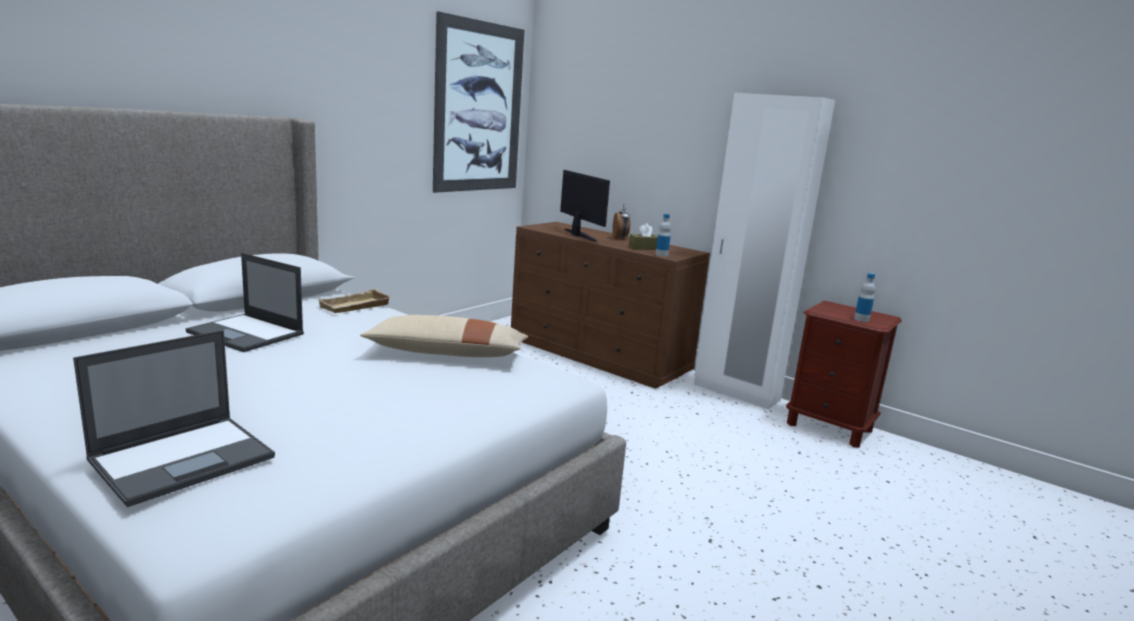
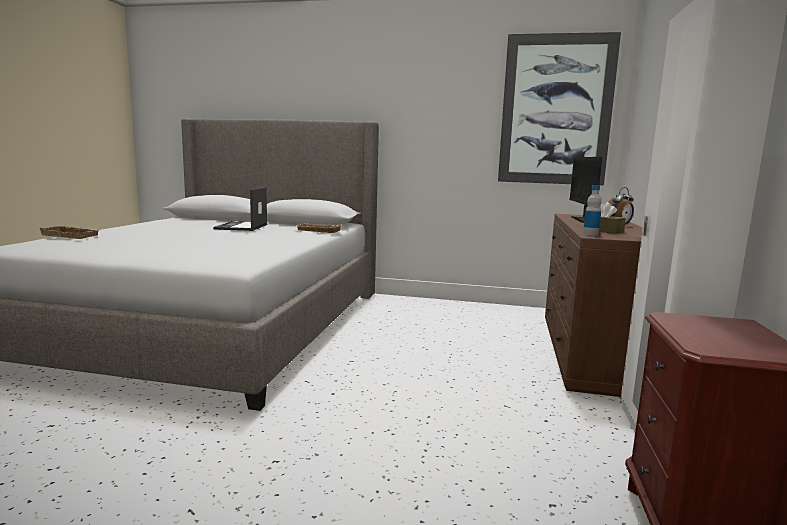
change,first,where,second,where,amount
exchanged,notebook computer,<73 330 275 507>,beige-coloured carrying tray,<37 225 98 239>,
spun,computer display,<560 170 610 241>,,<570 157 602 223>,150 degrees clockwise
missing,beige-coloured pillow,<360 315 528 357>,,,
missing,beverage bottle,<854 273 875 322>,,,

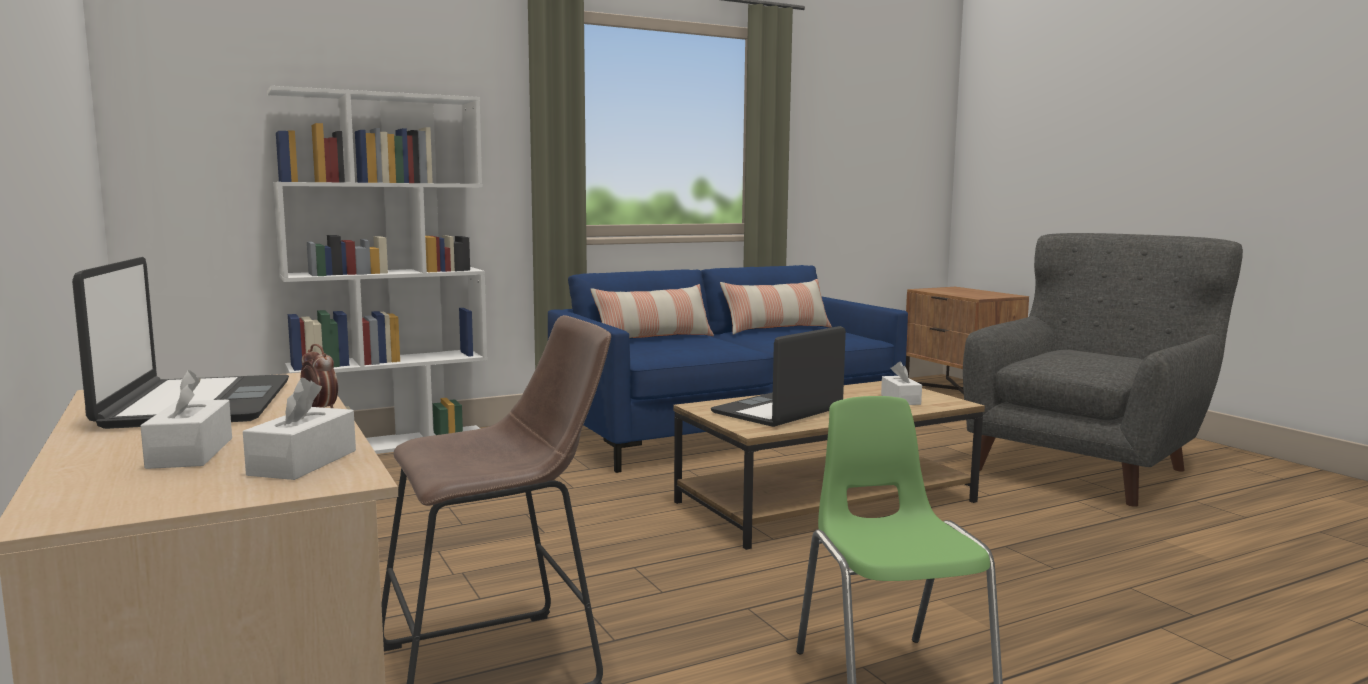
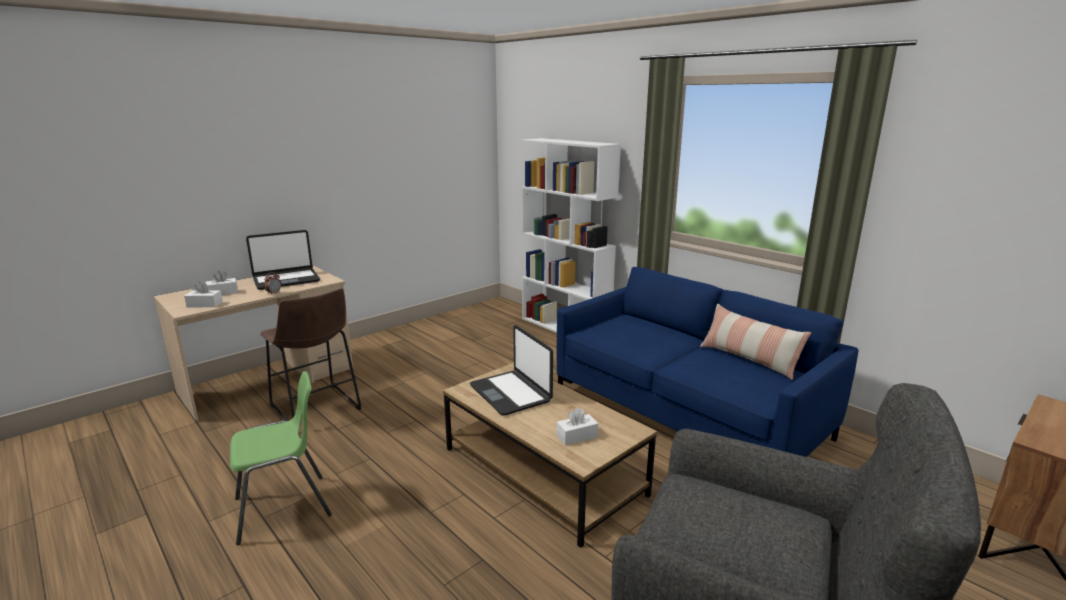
change,first,where,second,where,amount
spun,notebook computer,<711 326 846 427>,,<470 325 553 416>,150 degrees counterclockwise
missing,pillow,<591 284 714 338>,,,

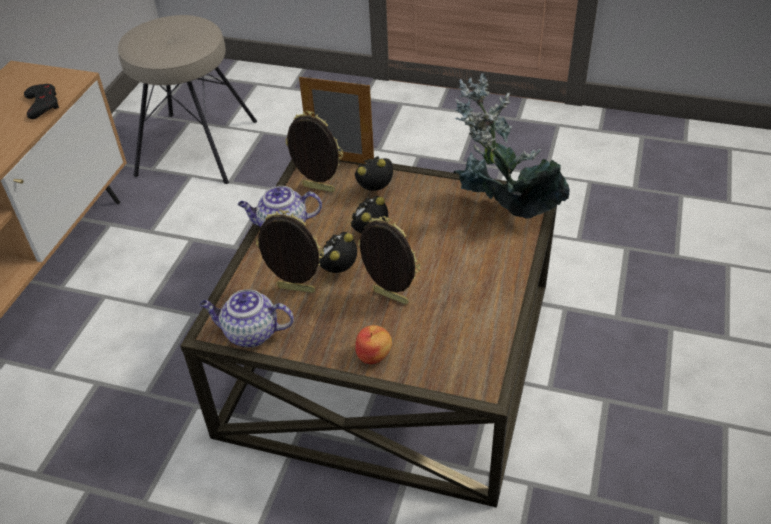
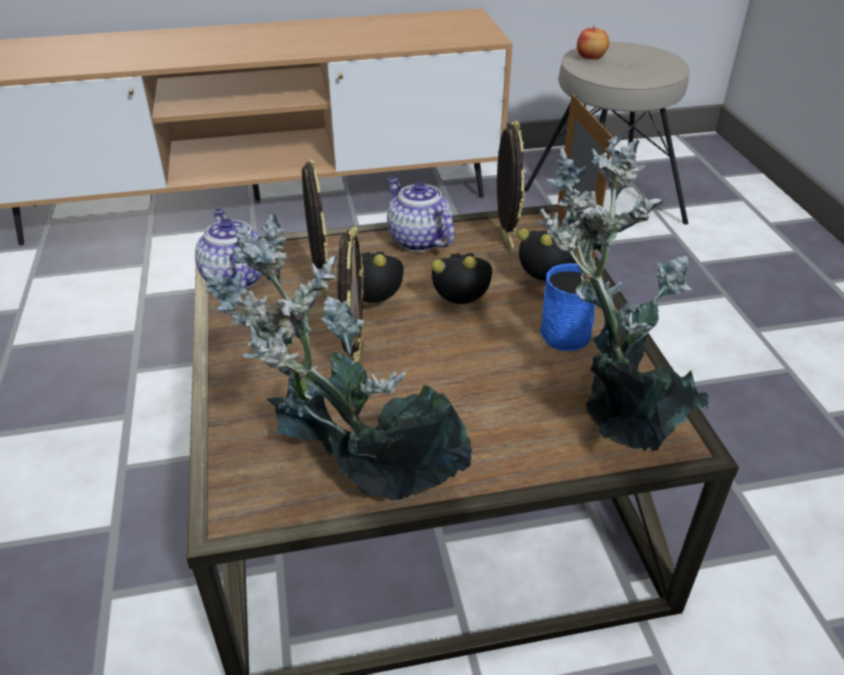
change,first,where,second,where,amount
appeared,,,plant in a pot,<202 214 472 500>,
appeared,,,blue-coloured mug,<540 263 595 351>,
relocated,apple,<355 325 392 364>,,<577 26 610 59>,
missing,blackish joypad,<24 84 59 119>,,,

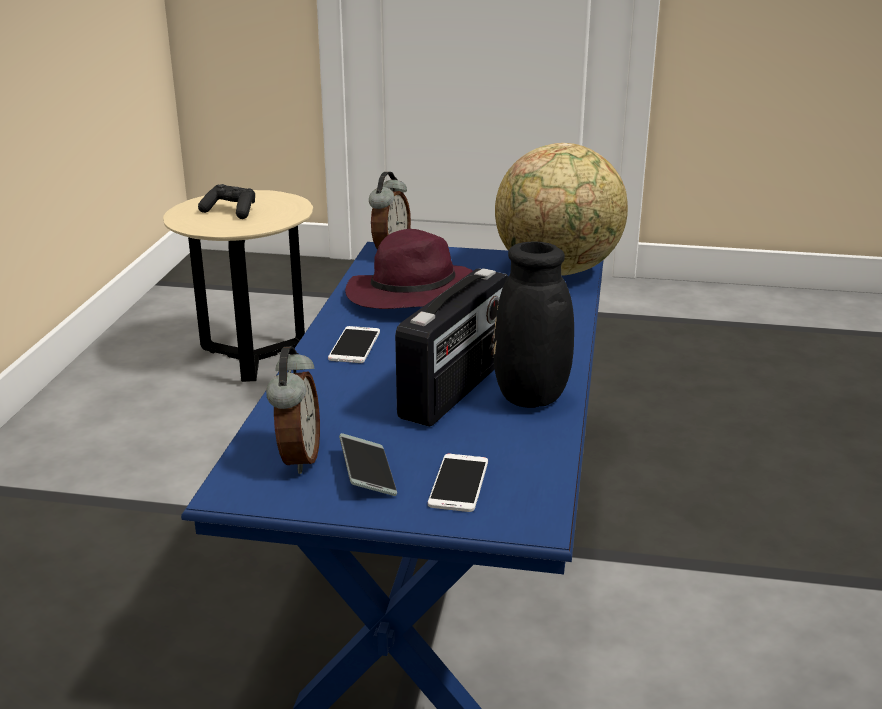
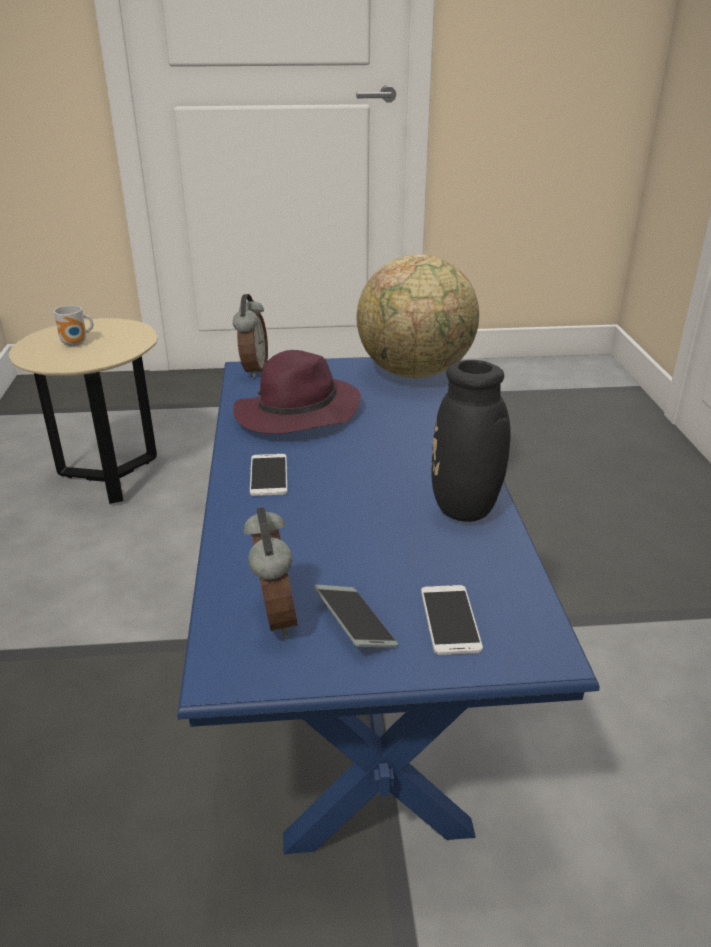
change,first,where,second,where,amount
exchanged,blackish joypad,<198 184 255 219>,mug,<53 305 93 346>,
missing,radio,<395 268 508 427>,,,

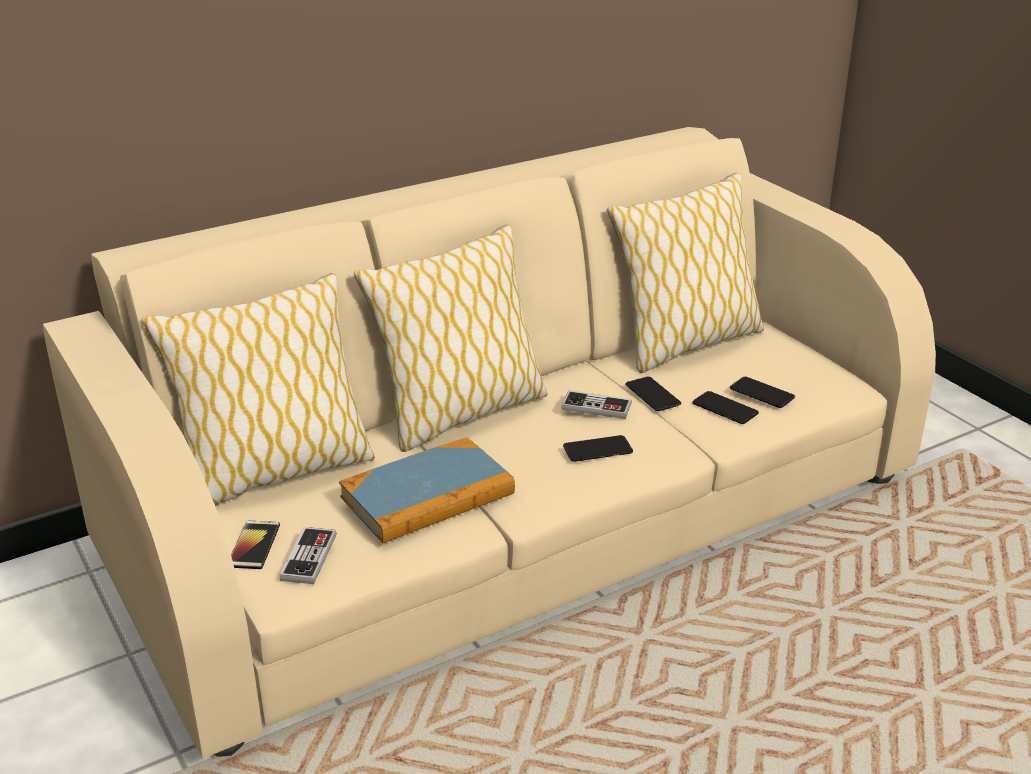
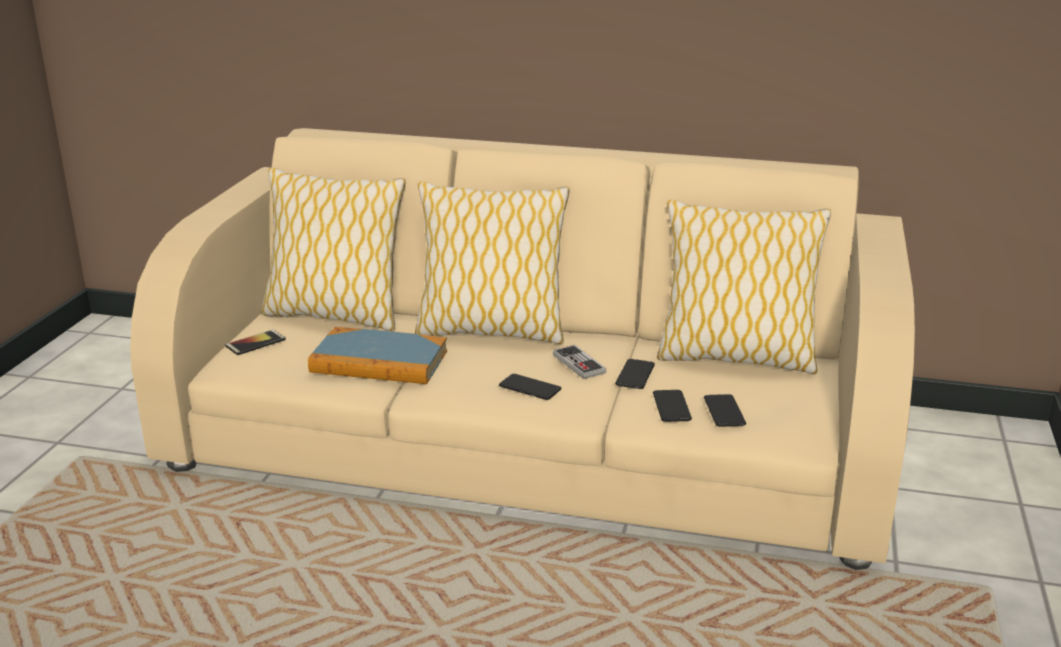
change,first,where,second,where,amount
missing,joypad,<279 527 336 584>,,,

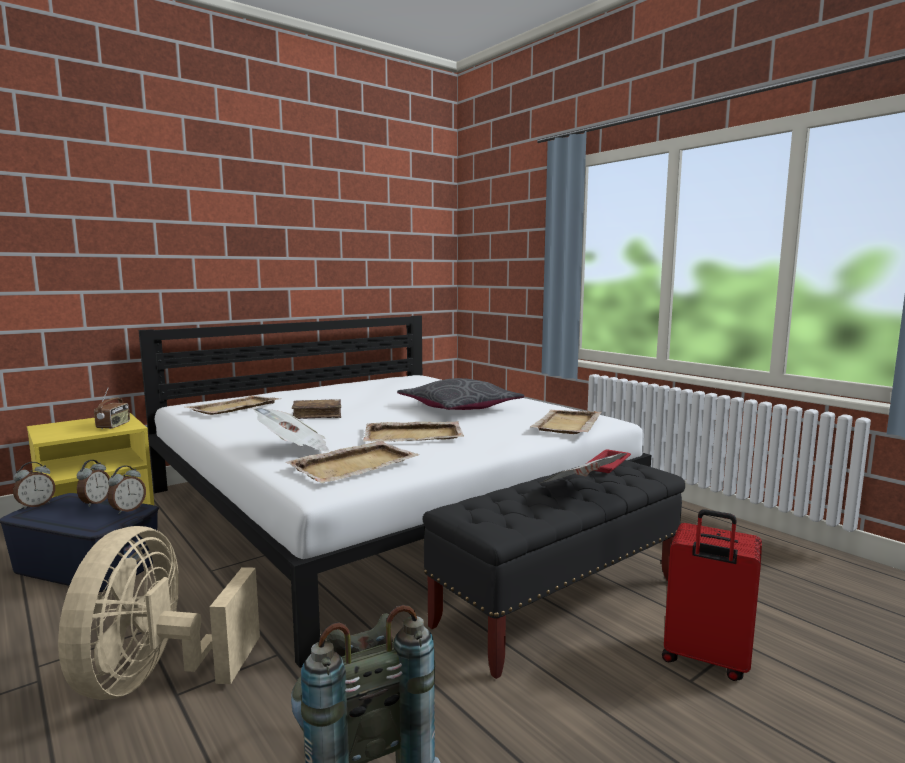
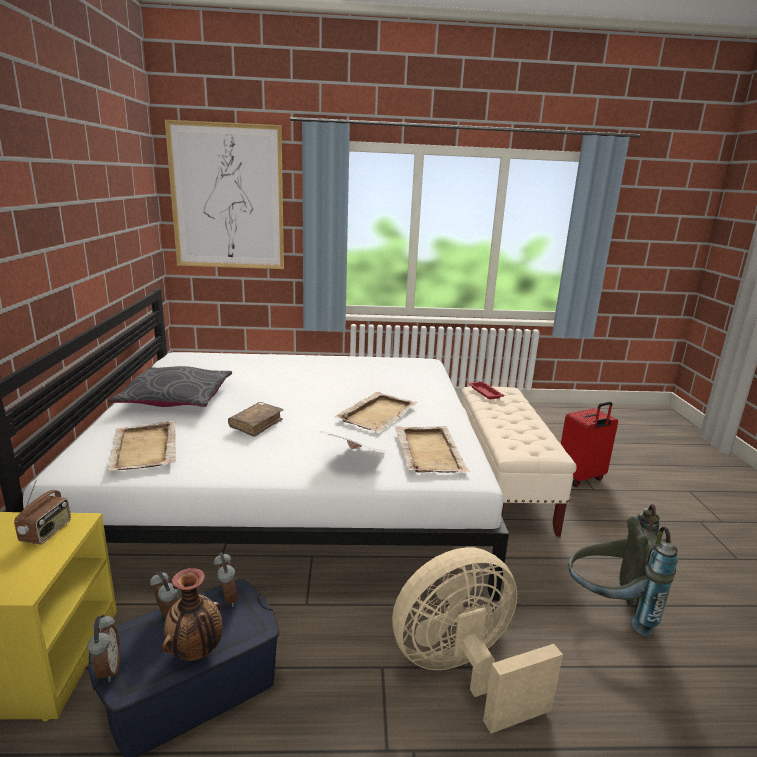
change,first,where,second,where,amount
spun,radio,<94 387 130 429>,,<14 480 71 544>,60 degrees clockwise
relocated,grey pillow,<397 378 525 410>,,<108 366 232 407>,
appeared,,,vase,<162 568 223 661>,
appeared,,,wall art,<165 120 284 269>,
spun,beige-coloured electric fan,<58 526 260 700>,,<392 547 563 733>,120 degrees clockwise
colour,blackish indoor bench,<423 460 685 679>,beige-coloured indoor bench,<462 387 577 537>,
missing,beige-coloured carrying tray,<530 410 602 434>,,,
missing,daily paper,<540 453 627 483>,,,

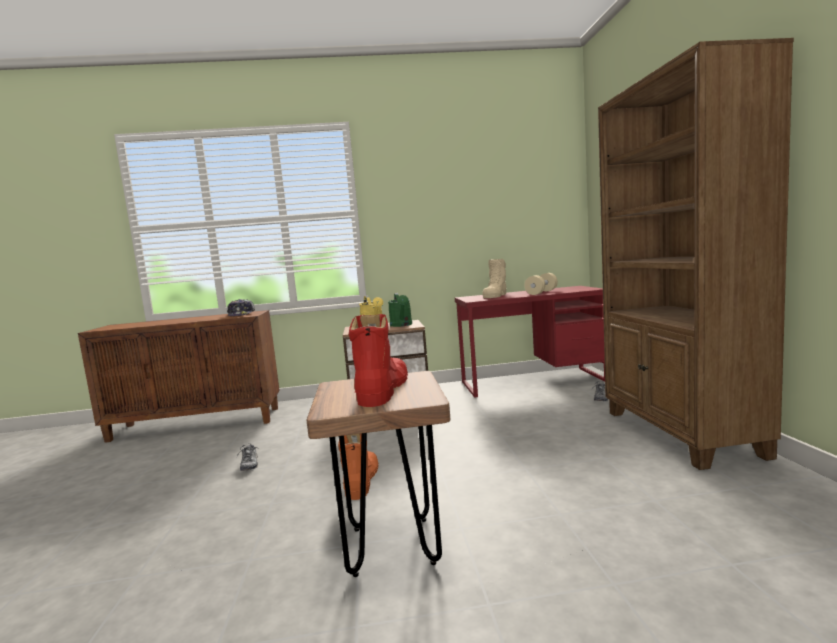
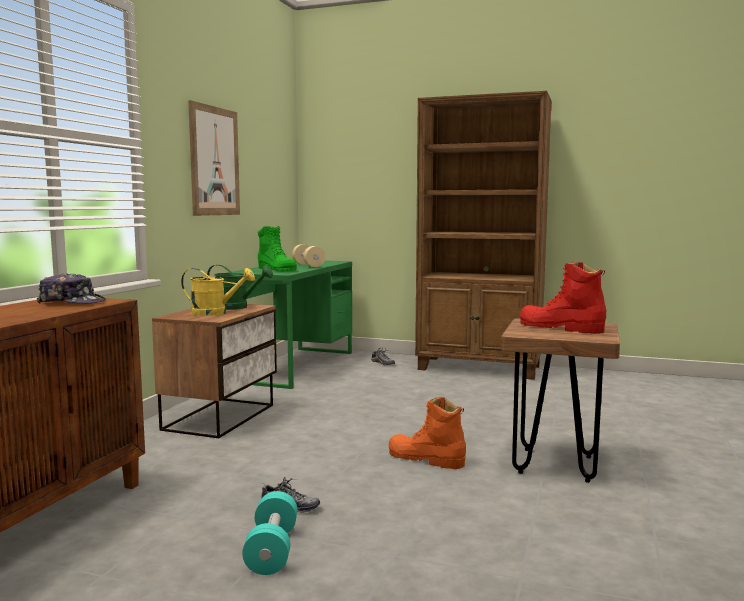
change,first,where,second,where,amount
appeared,,,wall art,<188 100 240 216>,
colour,red desk table,<455 286 605 398>,green desk table,<228 261 352 389>,
appeared,,,turquoise-coloured hand weight,<242 491 297 575>,
colour,beige-coloured tall boot,<482 259 507 298>,green tall boot,<258 226 297 271>,

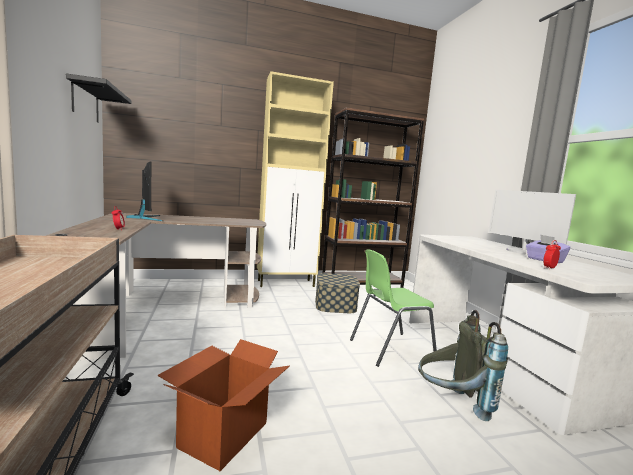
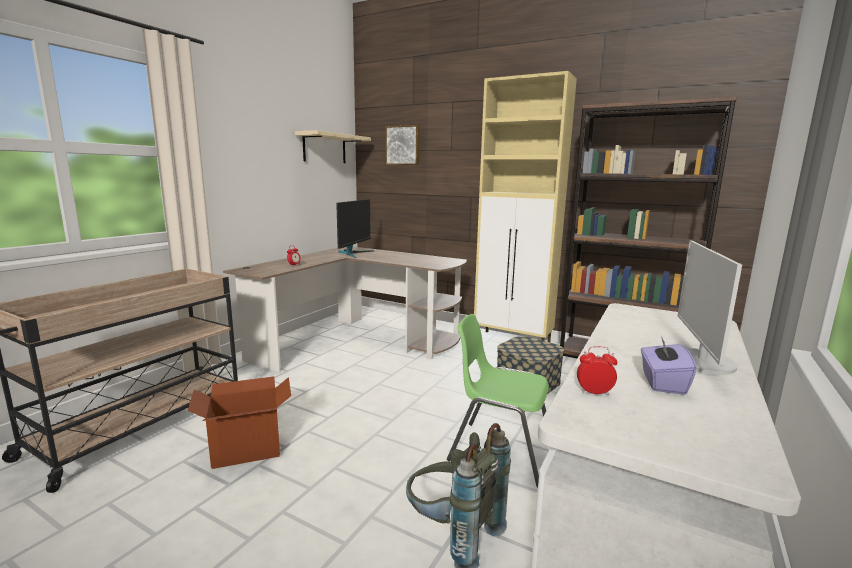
change,first,where,second,where,amount
colour,blackish shelf,<66 73 132 123>,beige-coloured shelf,<295 130 371 163>,
appeared,,,wall art,<385 125 420 165>,

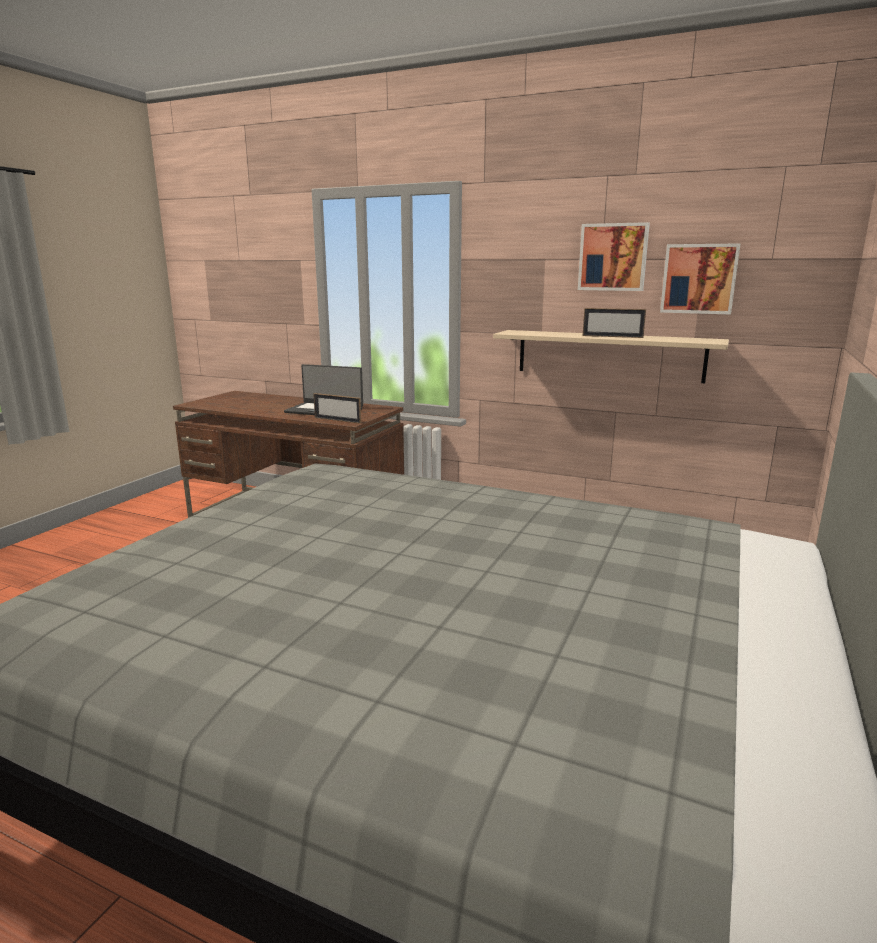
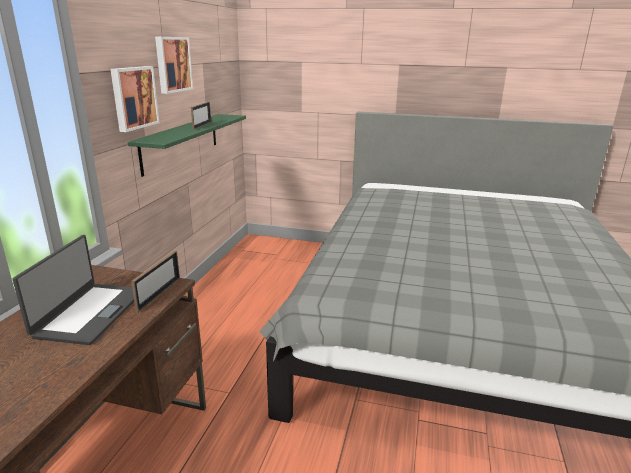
change,first,where,second,where,amount
relocated,wall art,<660 243 740 315>,,<110 66 159 132>,
colour,beige-coloured shelf,<493 330 729 383>,green shelf,<128 114 246 177>,

